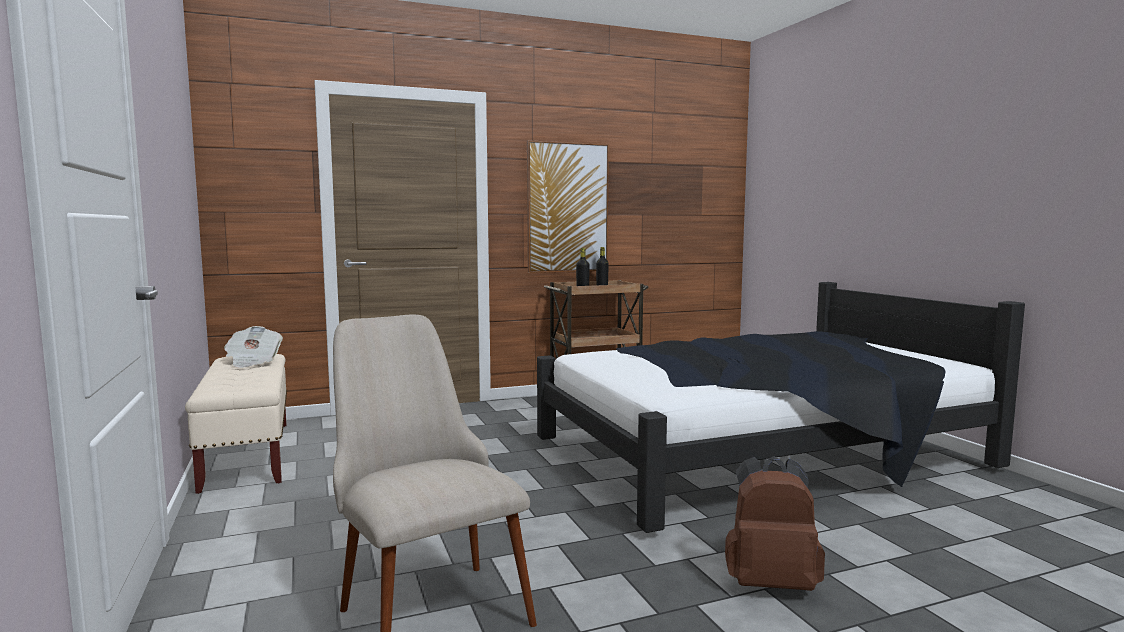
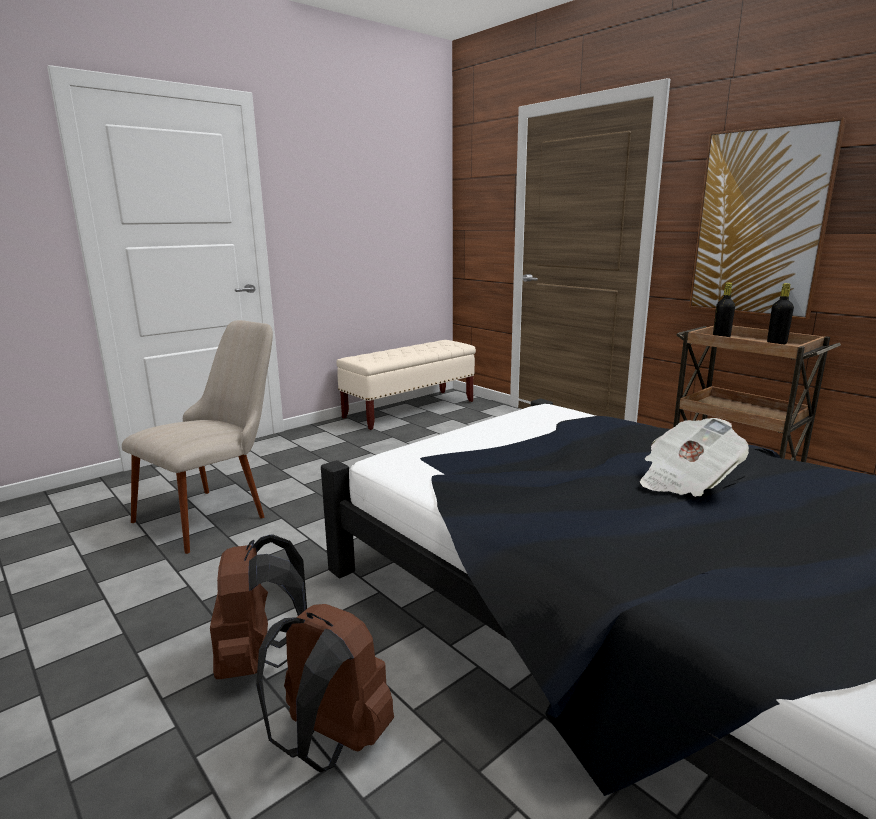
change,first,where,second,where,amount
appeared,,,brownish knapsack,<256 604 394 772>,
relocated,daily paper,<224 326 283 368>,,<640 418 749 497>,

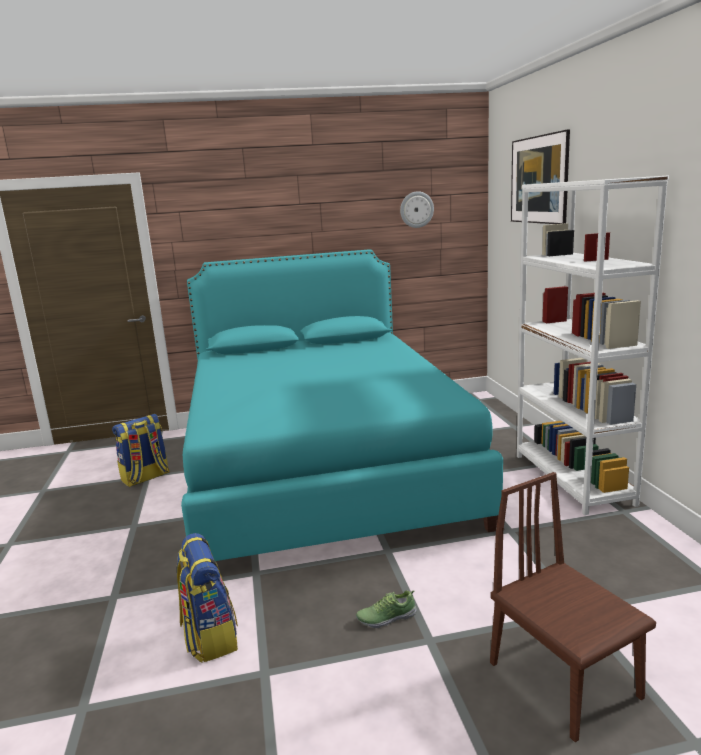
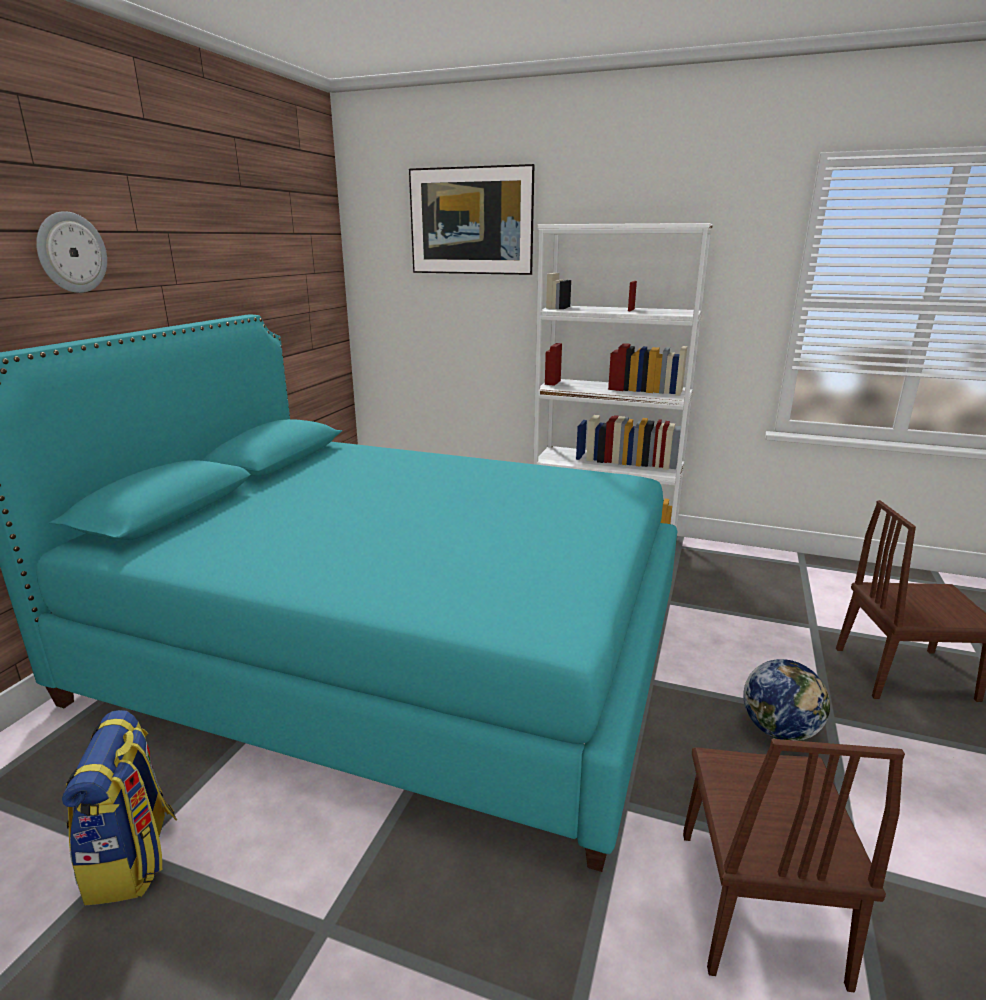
change,first,where,second,where,amount
relocated,wall clock,<400 191 434 228>,,<36 211 107 293>,
exchanged,knapsack,<177 533 238 663>,brownish plain chair,<683 739 905 993>,
exchanged,shoe,<356 590 417 628>,world globe,<743 659 830 741>,

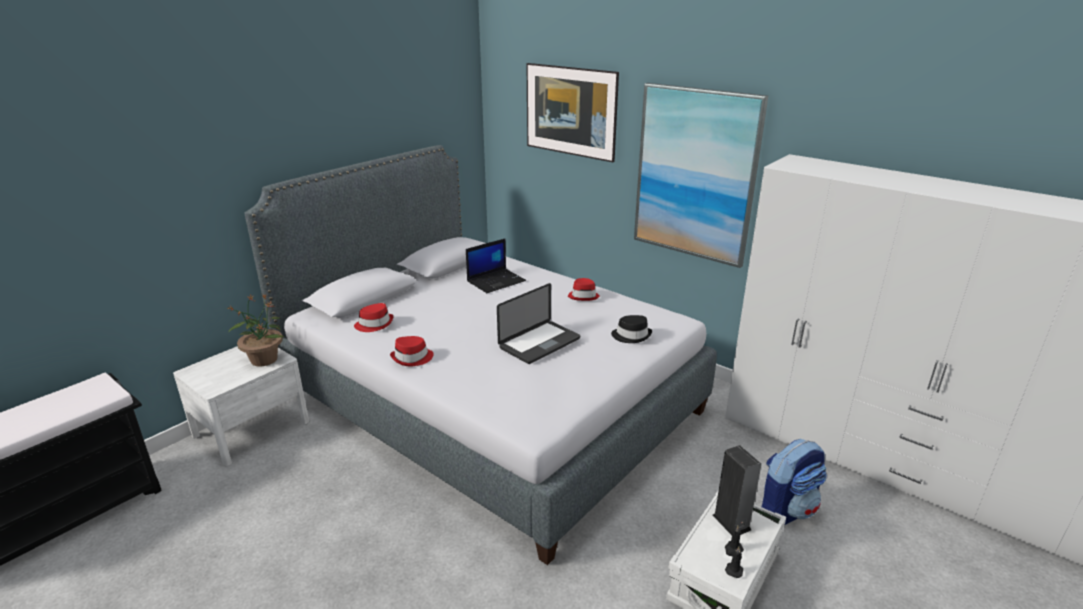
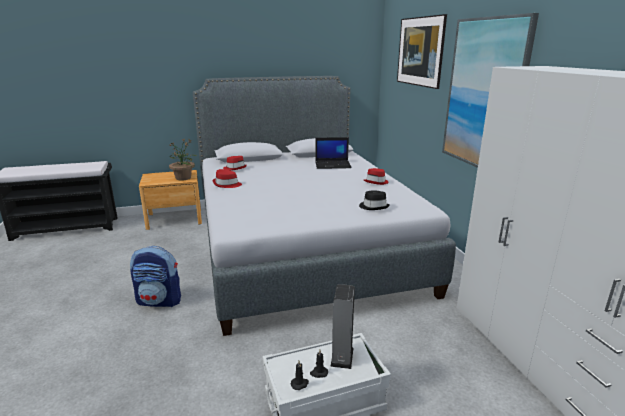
change,first,where,second,where,amount
relocated,knapsack,<762 439 827 525>,,<130 246 181 307>,
colour,white night table,<173 346 309 466>,brownish night table,<139 170 202 230>,
missing,notebook computer,<497 283 580 364>,,,

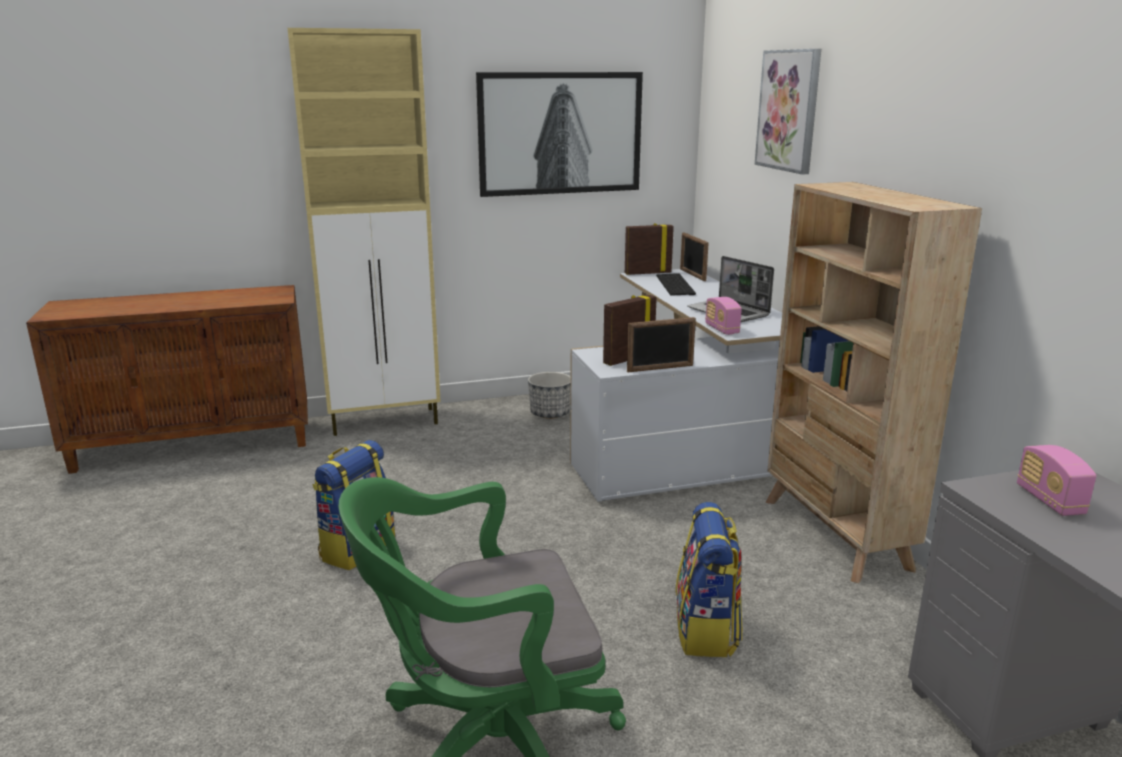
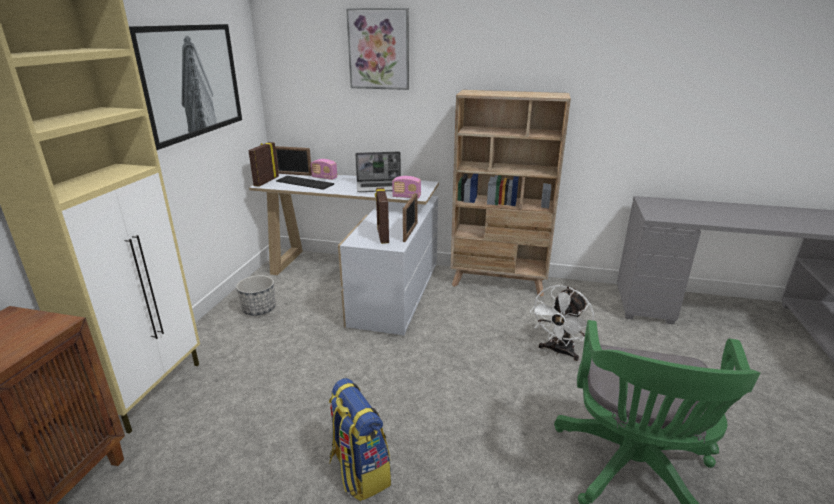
change,first,where,second,where,amount
relocated,radio,<1017 445 1096 516>,,<311 159 337 180>,
exchanged,knapsack,<676 502 742 657>,white electric fan,<530 285 594 361>,

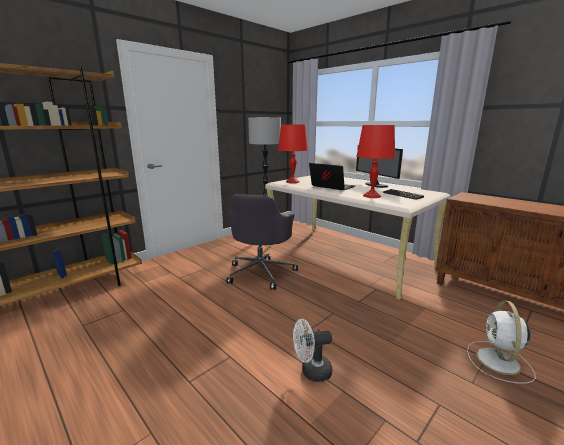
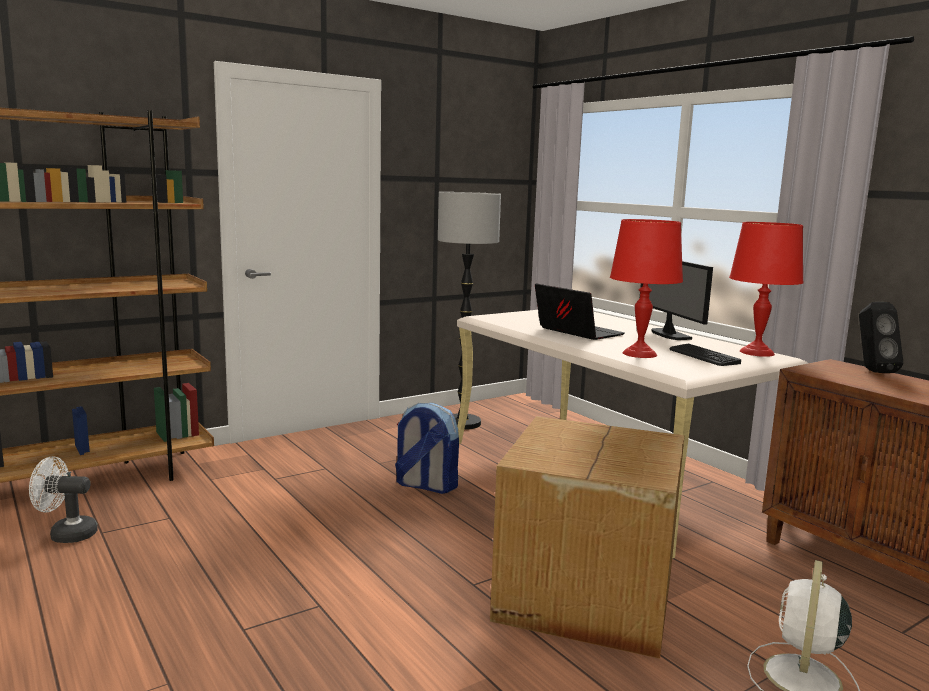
change,first,where,second,where,amount
relocated,white electric fan,<293 319 332 382>,,<29 456 98 543>,
exchanged,grey computer chair,<226 194 298 290>,knapsack,<395 403 459 494>,
appeared,,,carton,<490 416 685 659>,
relocated,red lamp for a table,<278 125 308 183>,,<729 222 803 357>,
appeared,,,blackish loudspeaker,<859 302 903 373>,

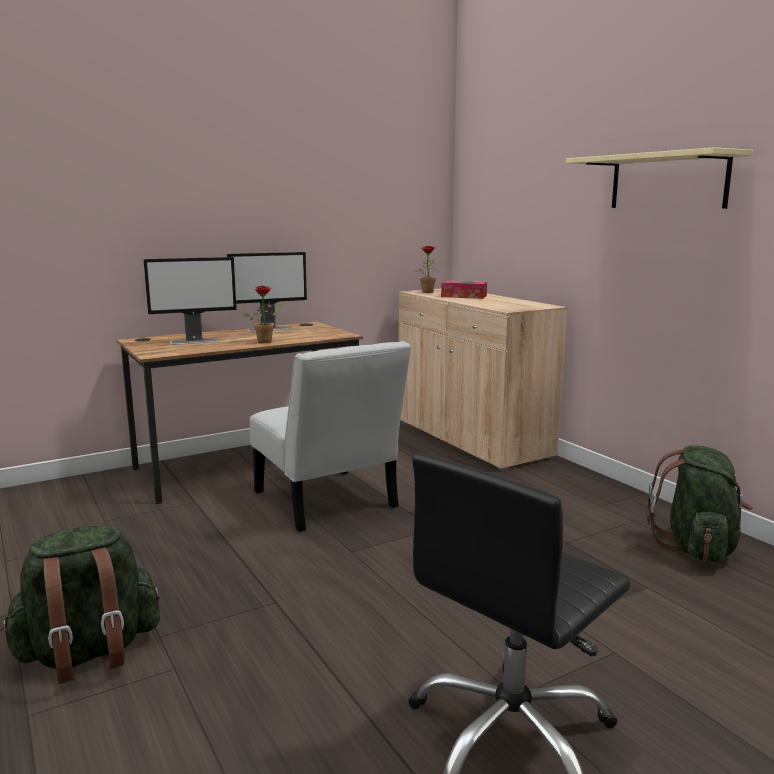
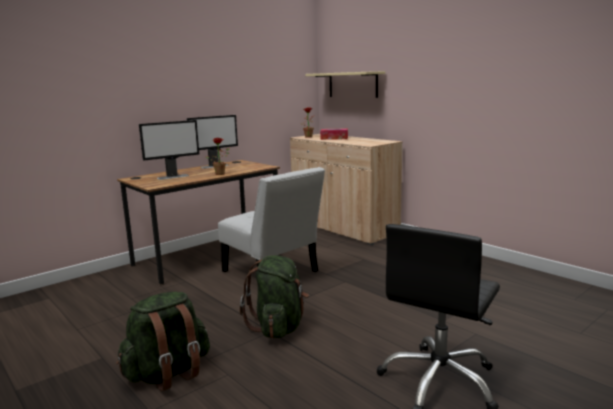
change,first,where,second,where,amount
relocated,green knapsack,<647 445 753 562>,,<240 255 309 339>,
relocated,beige-coloured shelf,<566 147 753 209>,,<305 71 385 98>,

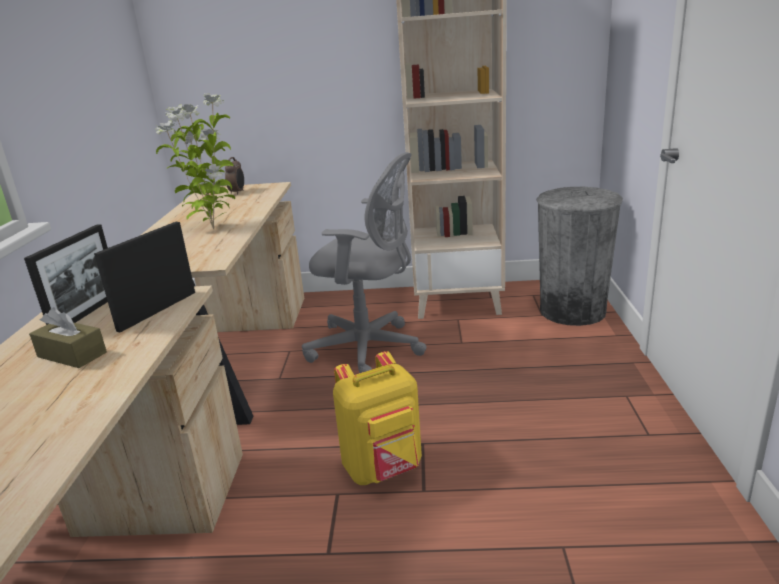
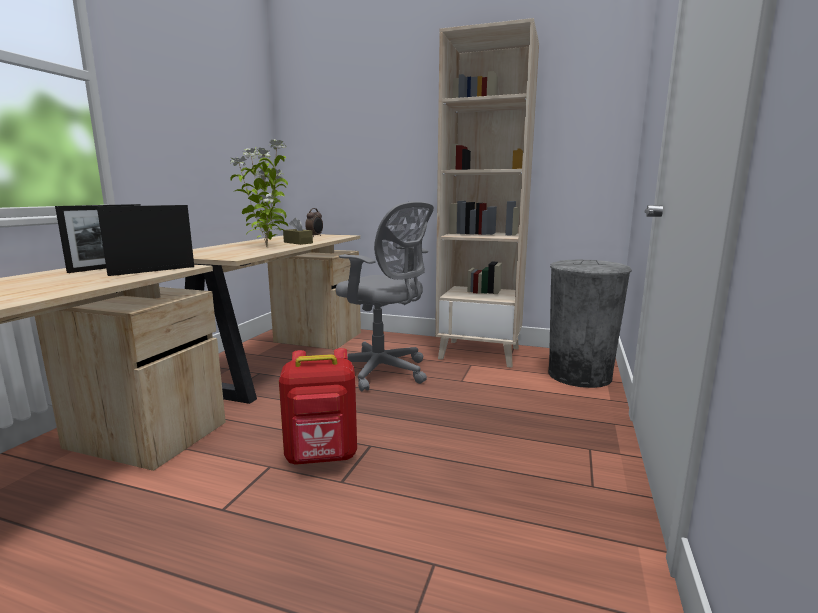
change,first,where,second,where,amount
colour,yellow-coloured knapsack,<333 351 422 485>,red knapsack,<279 348 357 465>,
relocated,brownish tissue holder,<29 307 107 368>,,<283 218 313 245>,

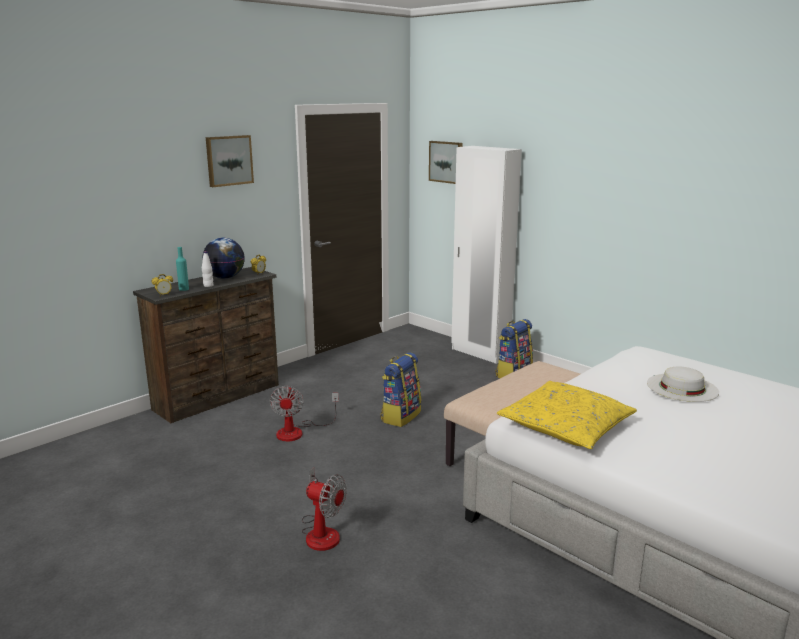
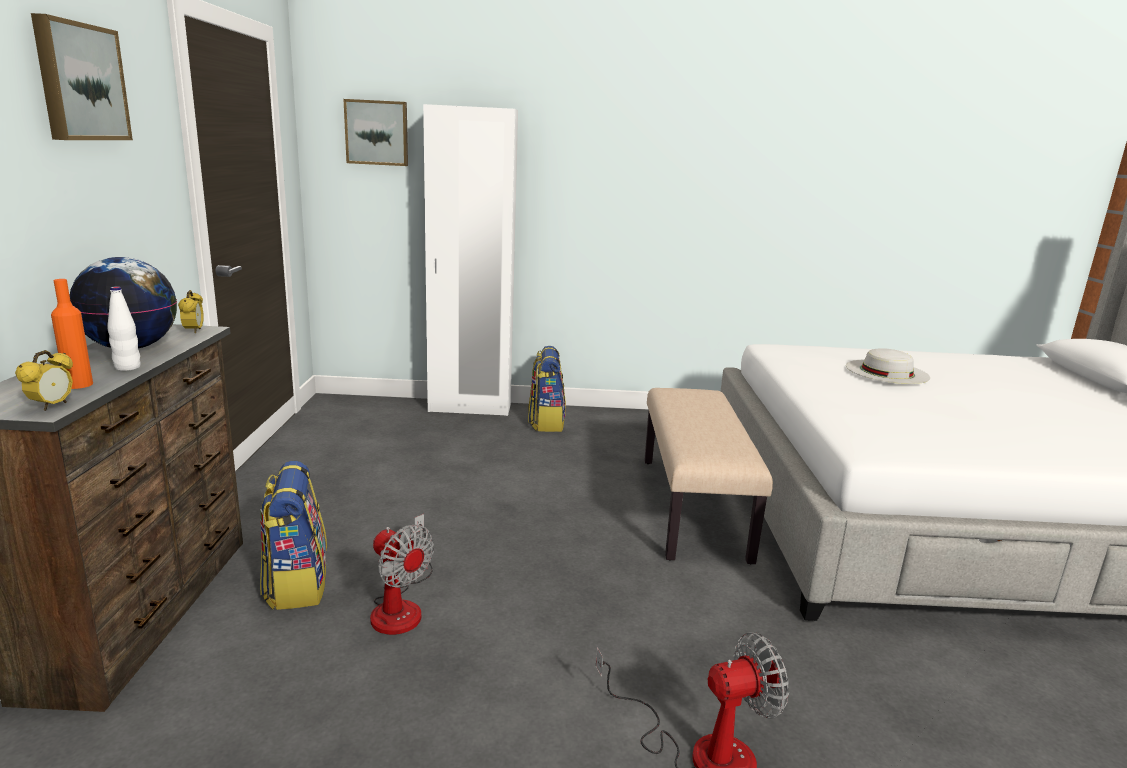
change,first,where,second,where,amount
colour,turquoise-coloured beverage bottle,<176 247 189 291>,orange beverage bottle,<51 279 93 389>,
relocated,knapsack,<380 352 422 427>,,<260 461 327 610>,
missing,yellow-coloured pillow,<497 381 637 449>,,,

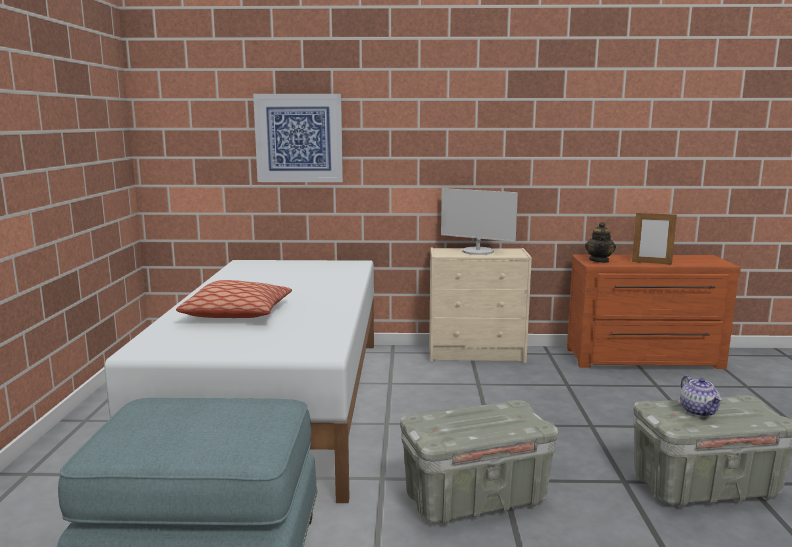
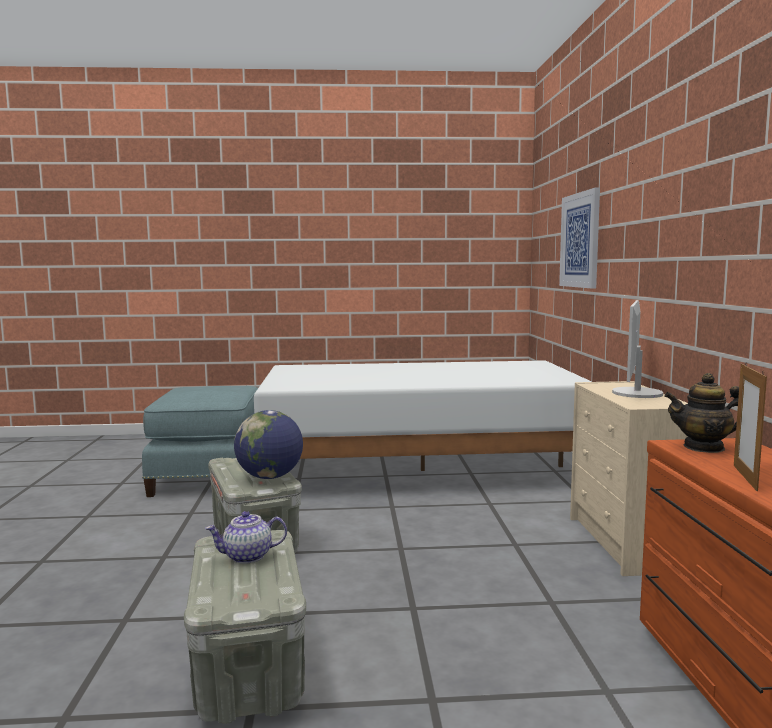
change,first,where,second,where,amount
appeared,,,world globe,<234 410 303 479>,
missing,pillow,<176 280 292 318>,,,

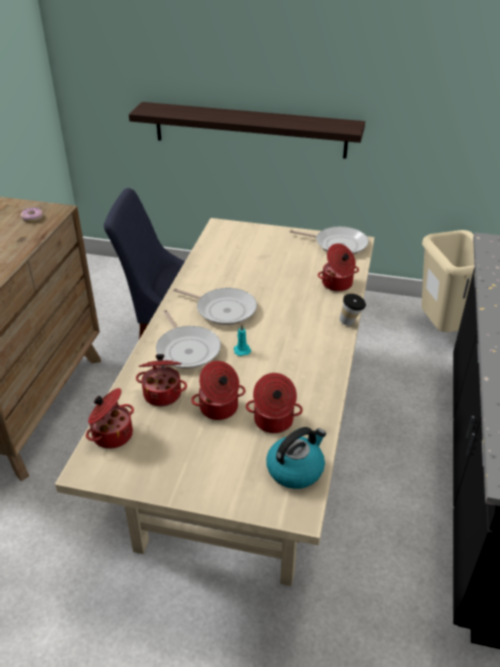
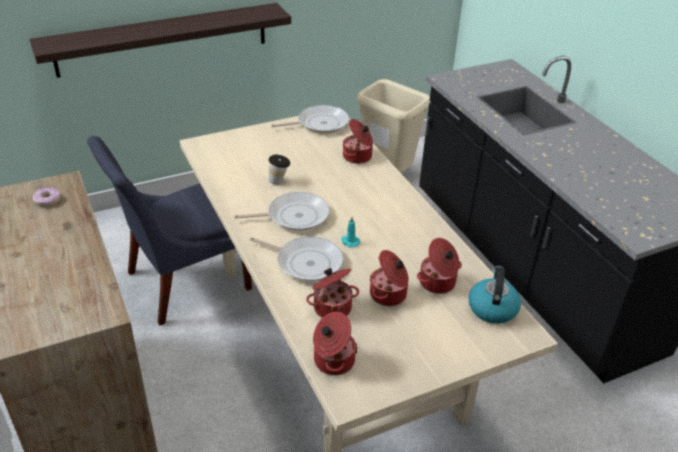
change,first,where,second,where,amount
relocated,small cup,<339 294 366 325>,,<268 155 290 185>,

